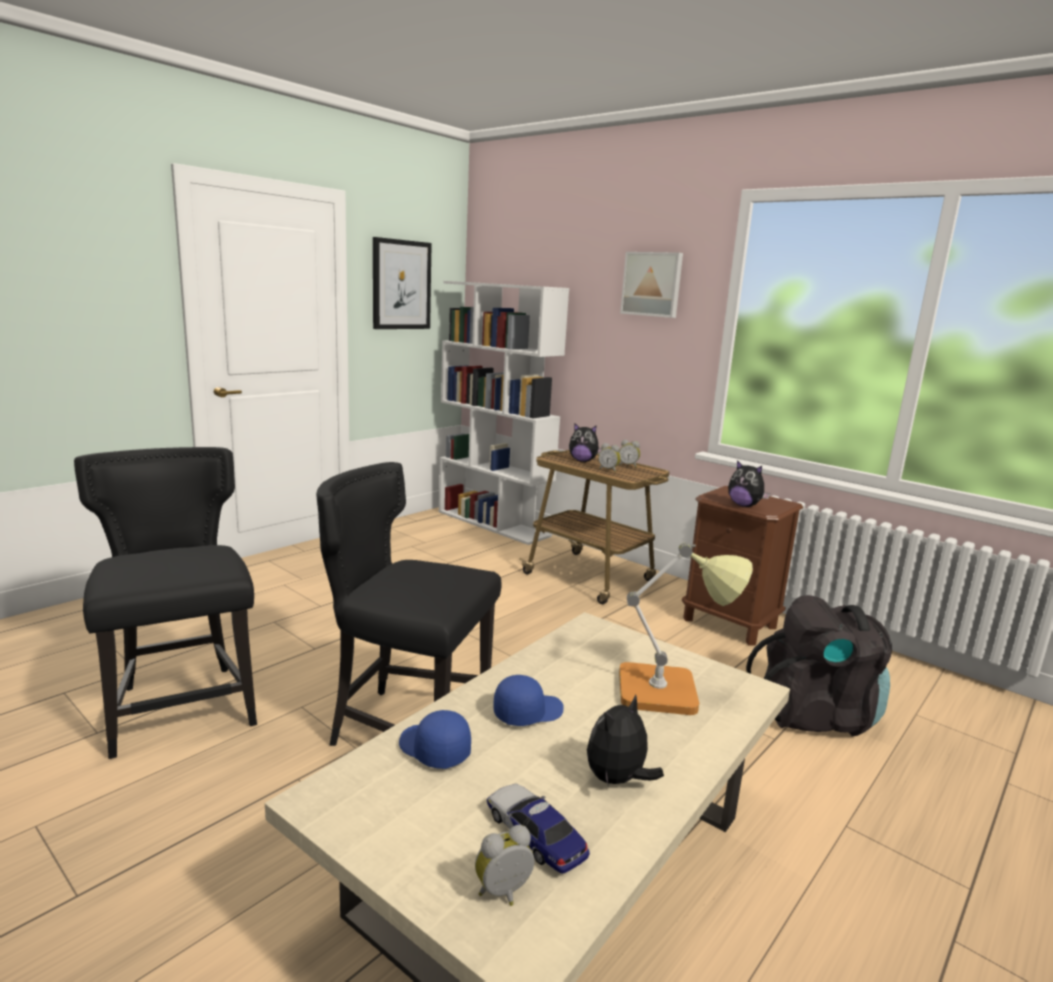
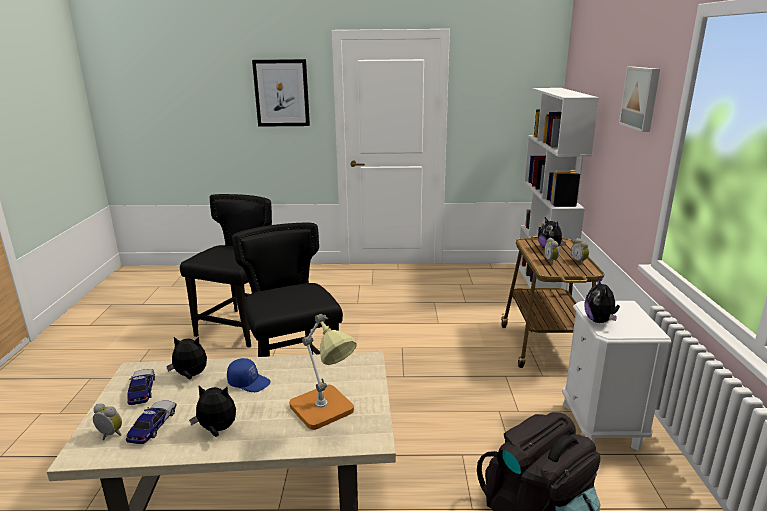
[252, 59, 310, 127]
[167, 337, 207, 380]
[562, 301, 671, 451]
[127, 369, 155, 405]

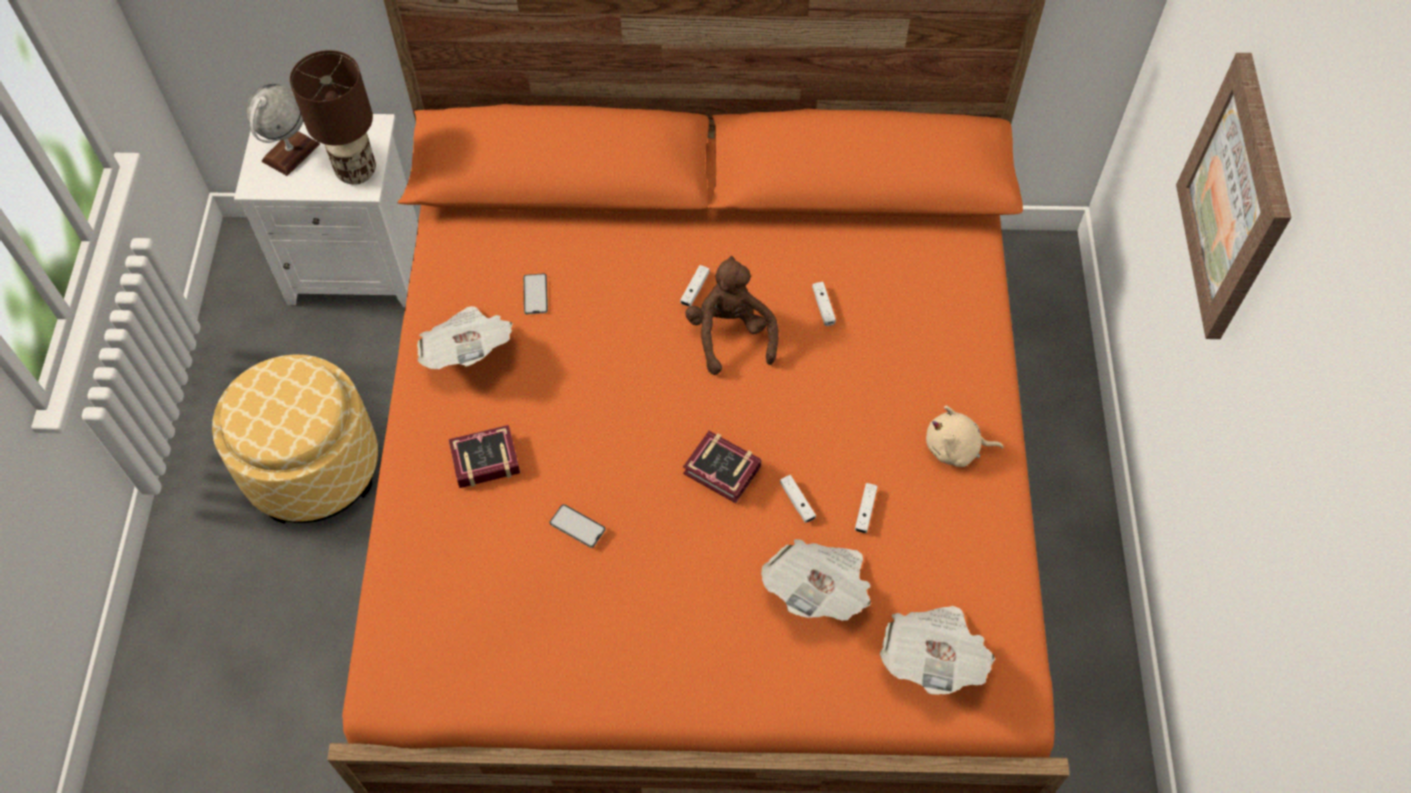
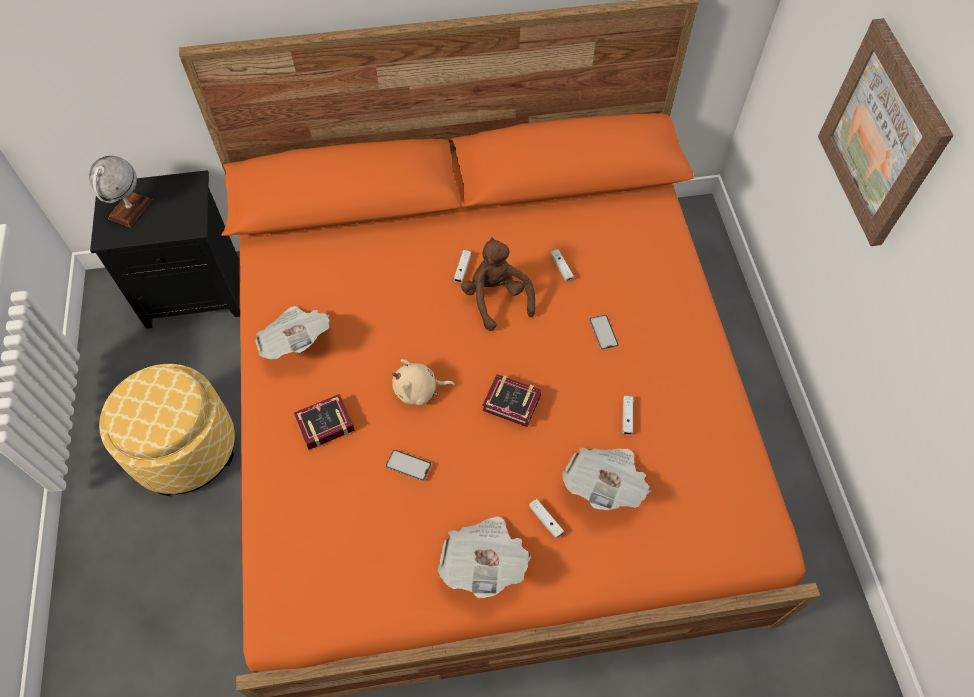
[90, 170, 240, 329]
[290, 50, 376, 185] (first image)
[589, 315, 618, 350]
[529, 499, 564, 538]
[438, 516, 531, 598]
[392, 359, 455, 406]

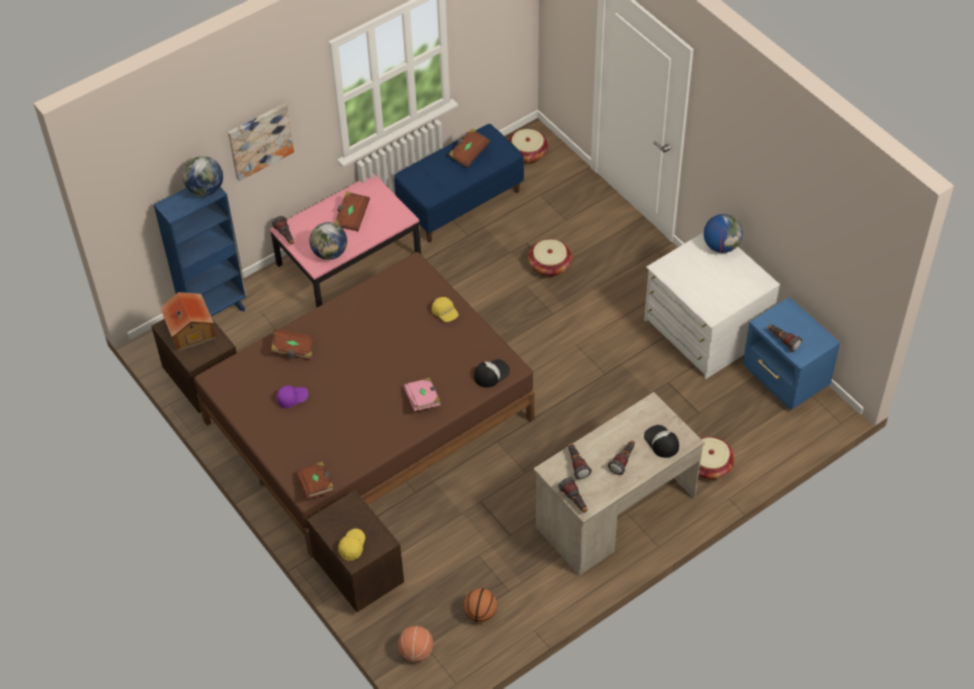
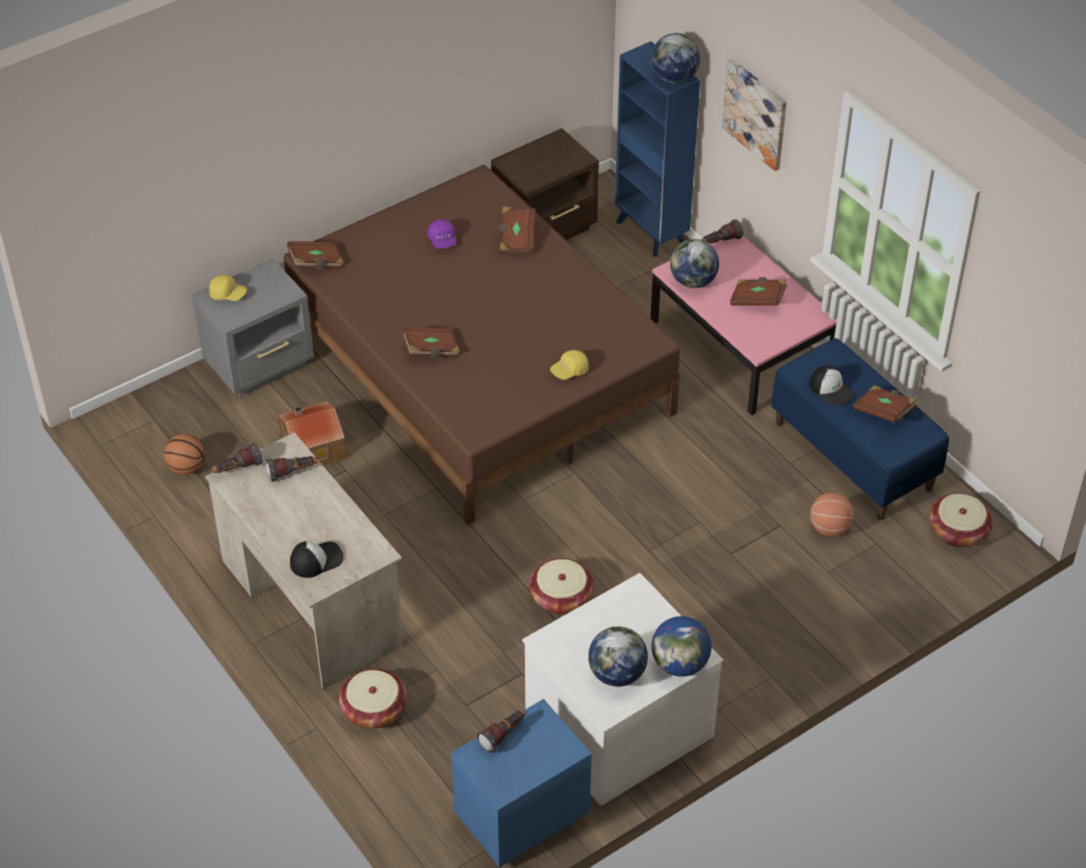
[278, 401, 346, 465]
[192, 258, 314, 396]
[810, 493, 853, 536]
[401, 327, 460, 359]
[809, 365, 855, 406]
[529, 558, 594, 614]
[608, 440, 635, 475] (first image)
[588, 626, 648, 687]

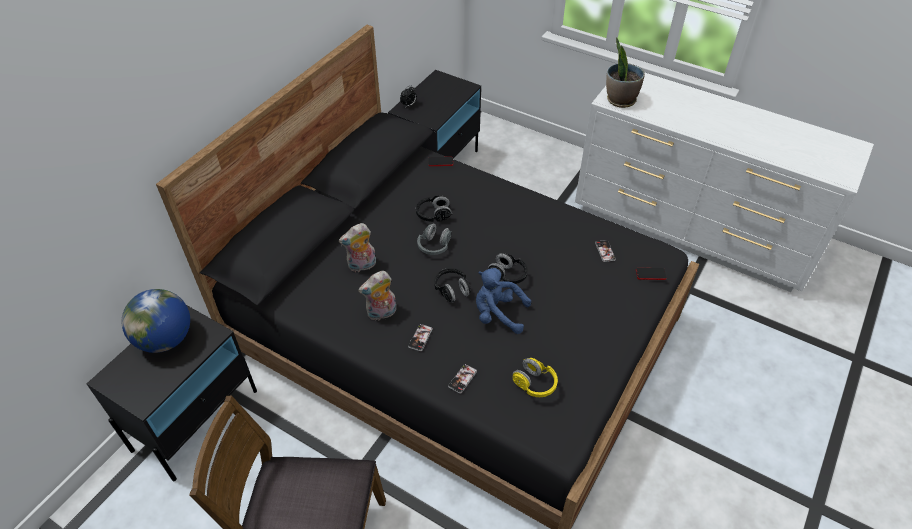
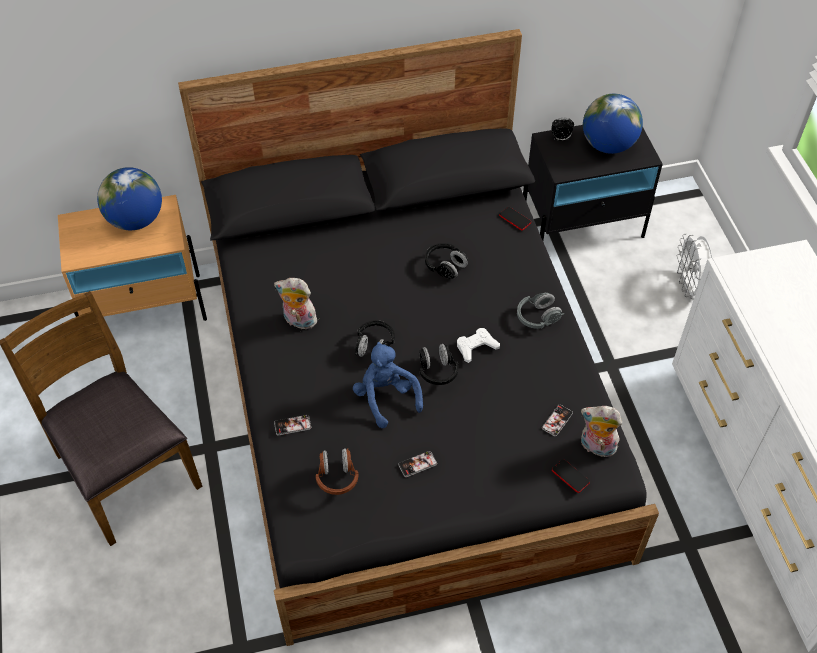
[58, 195, 207, 321]
[581, 406, 622, 457]
[398, 451, 437, 477]
[517, 293, 564, 329]
[316, 448, 359, 495]
[606, 37, 645, 108] (first image)
[457, 328, 500, 363]
[583, 94, 643, 154]
[677, 234, 712, 299]

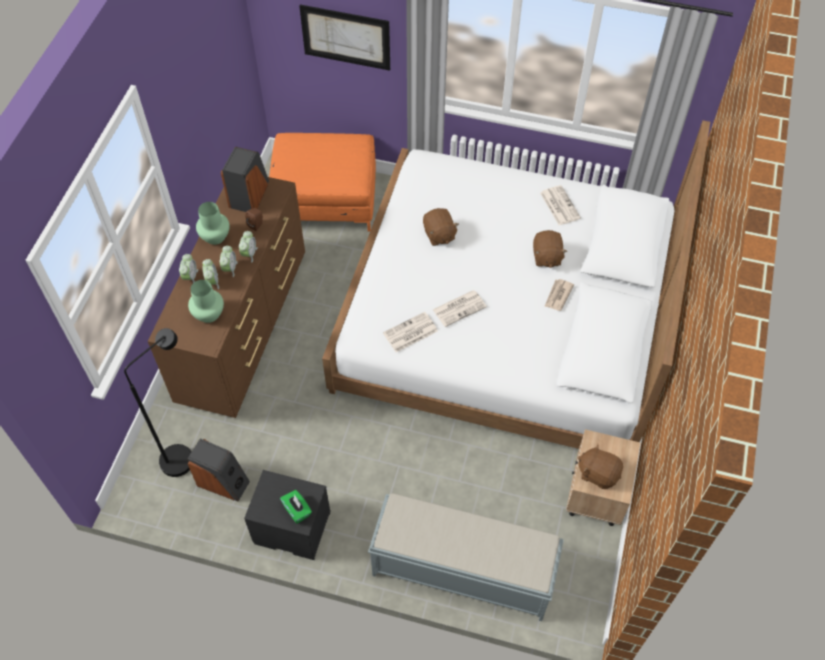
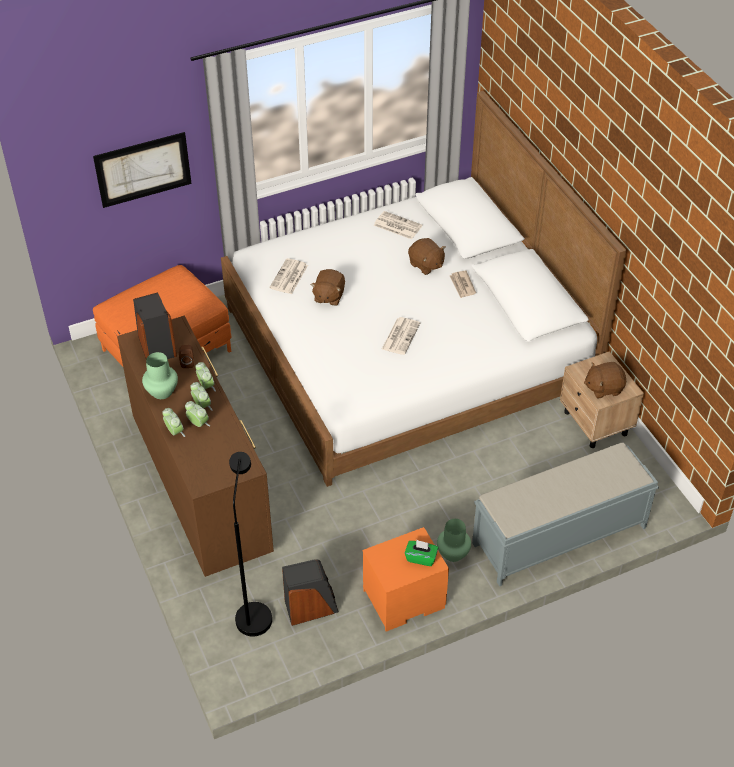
[437, 519, 471, 562]
[363, 527, 449, 631]
[269, 258, 308, 294]
[310, 269, 345, 306]

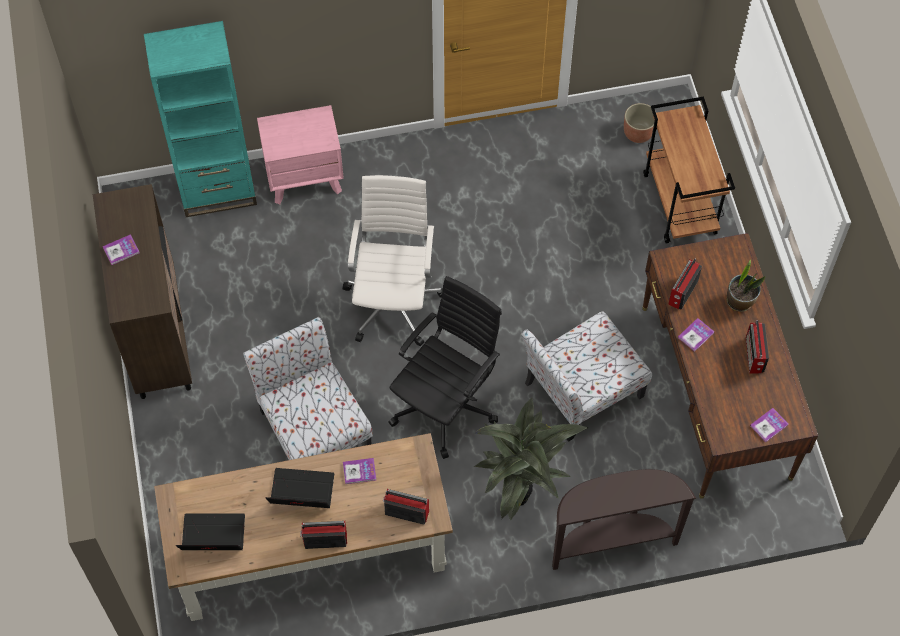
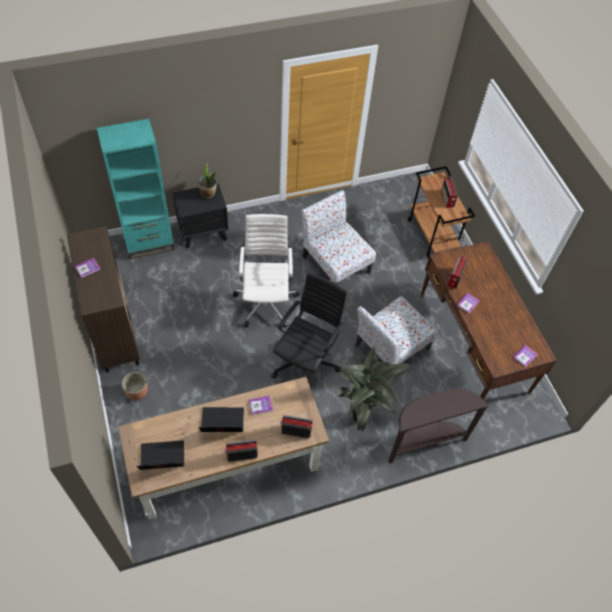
[301, 190, 376, 284]
[172, 183, 228, 249]
[122, 372, 148, 401]
[198, 163, 216, 198]
[441, 176, 458, 208]

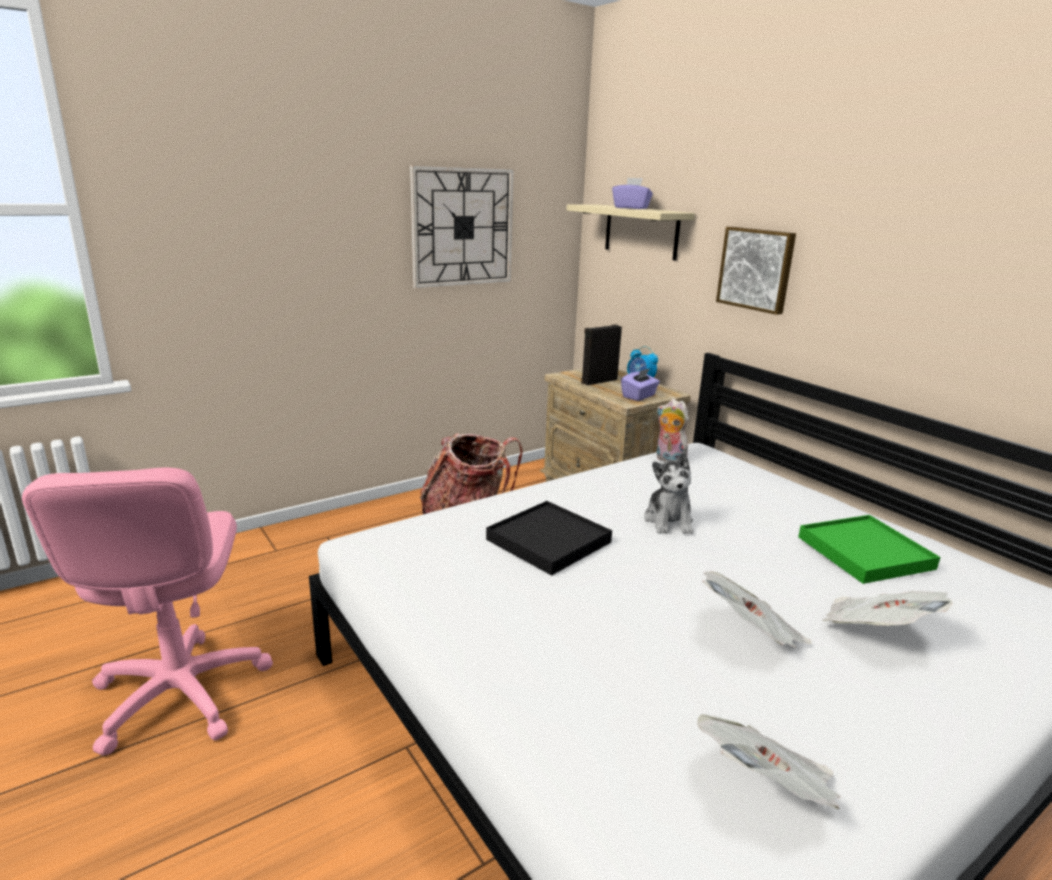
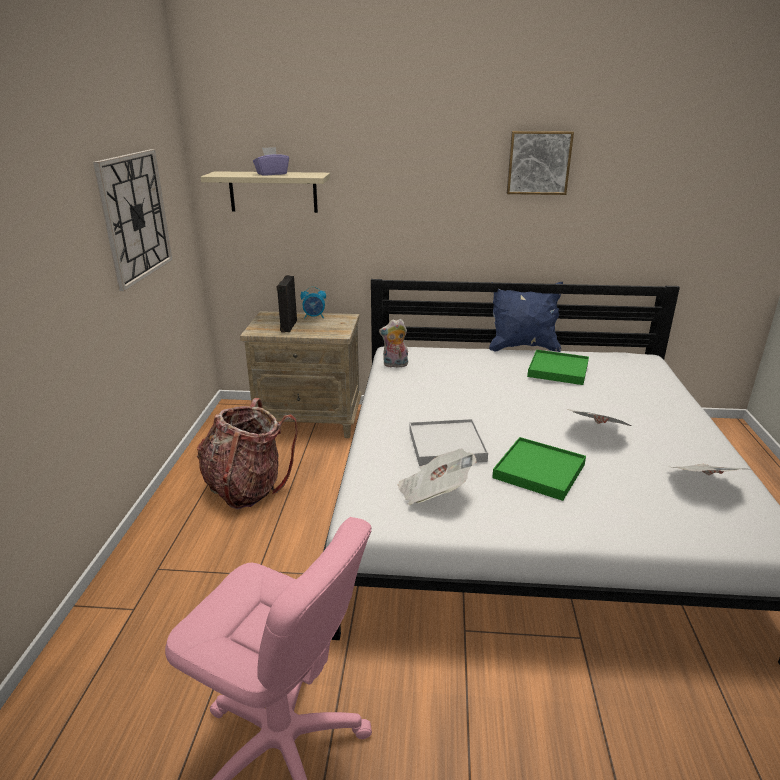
[409, 419, 488, 466]
[621, 368, 660, 401] (first image)
[644, 452, 694, 534] (first image)
[507, 131, 574, 195]
[398, 449, 476, 505]
[489, 282, 563, 352]
[492, 437, 586, 501]

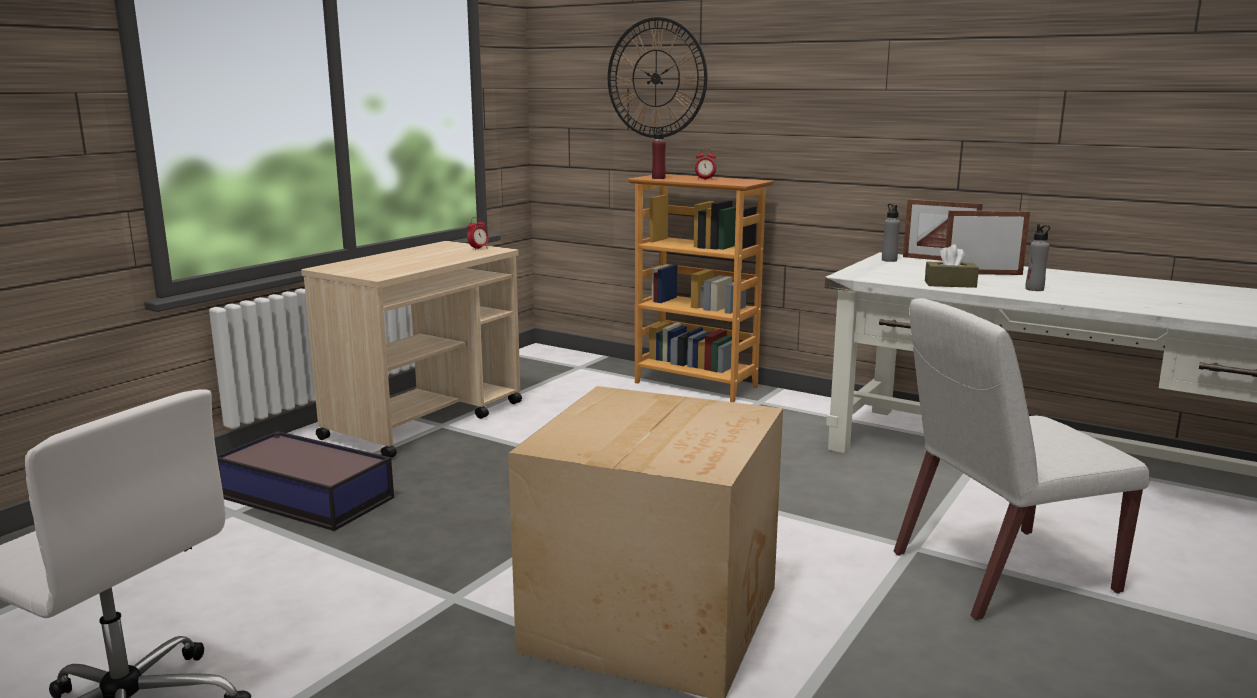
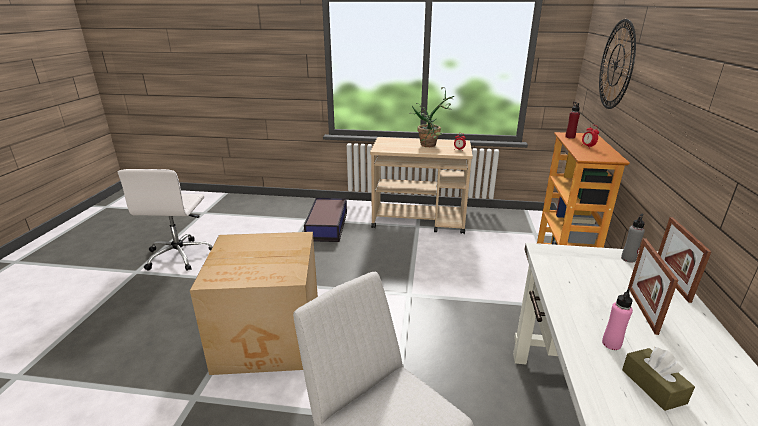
[622, 347, 695, 411]
[628, 238, 678, 335]
[602, 289, 633, 350]
[409, 87, 454, 147]

